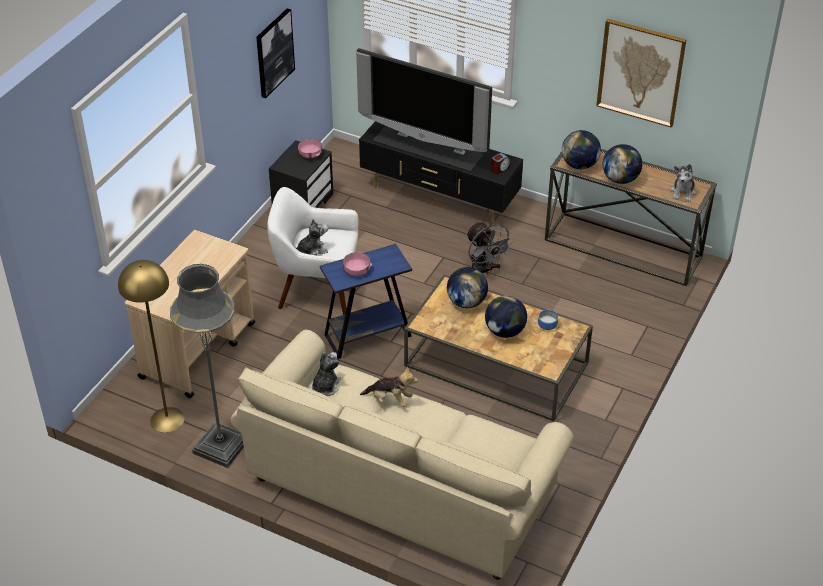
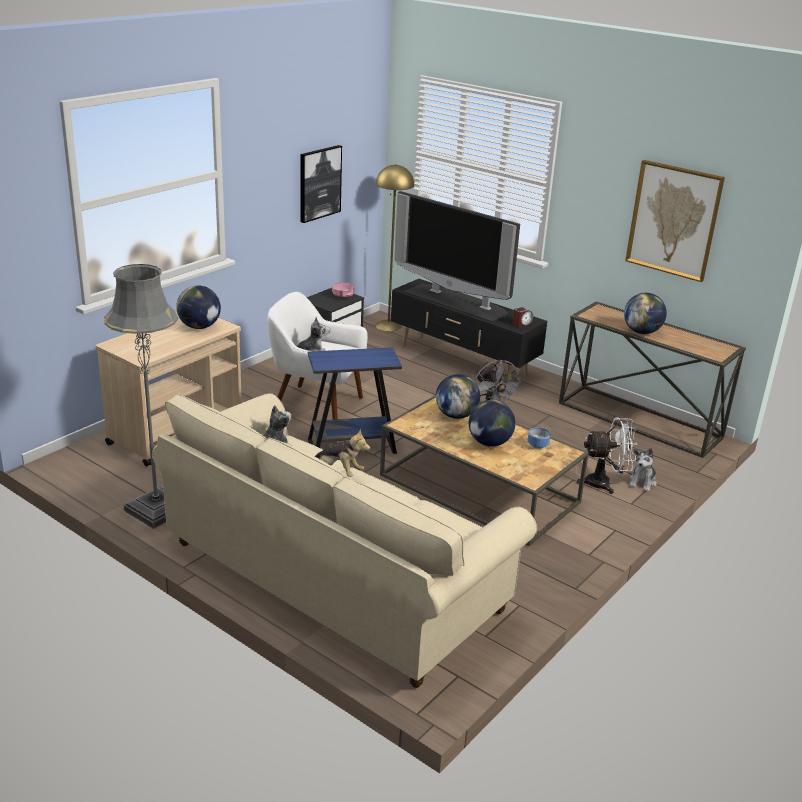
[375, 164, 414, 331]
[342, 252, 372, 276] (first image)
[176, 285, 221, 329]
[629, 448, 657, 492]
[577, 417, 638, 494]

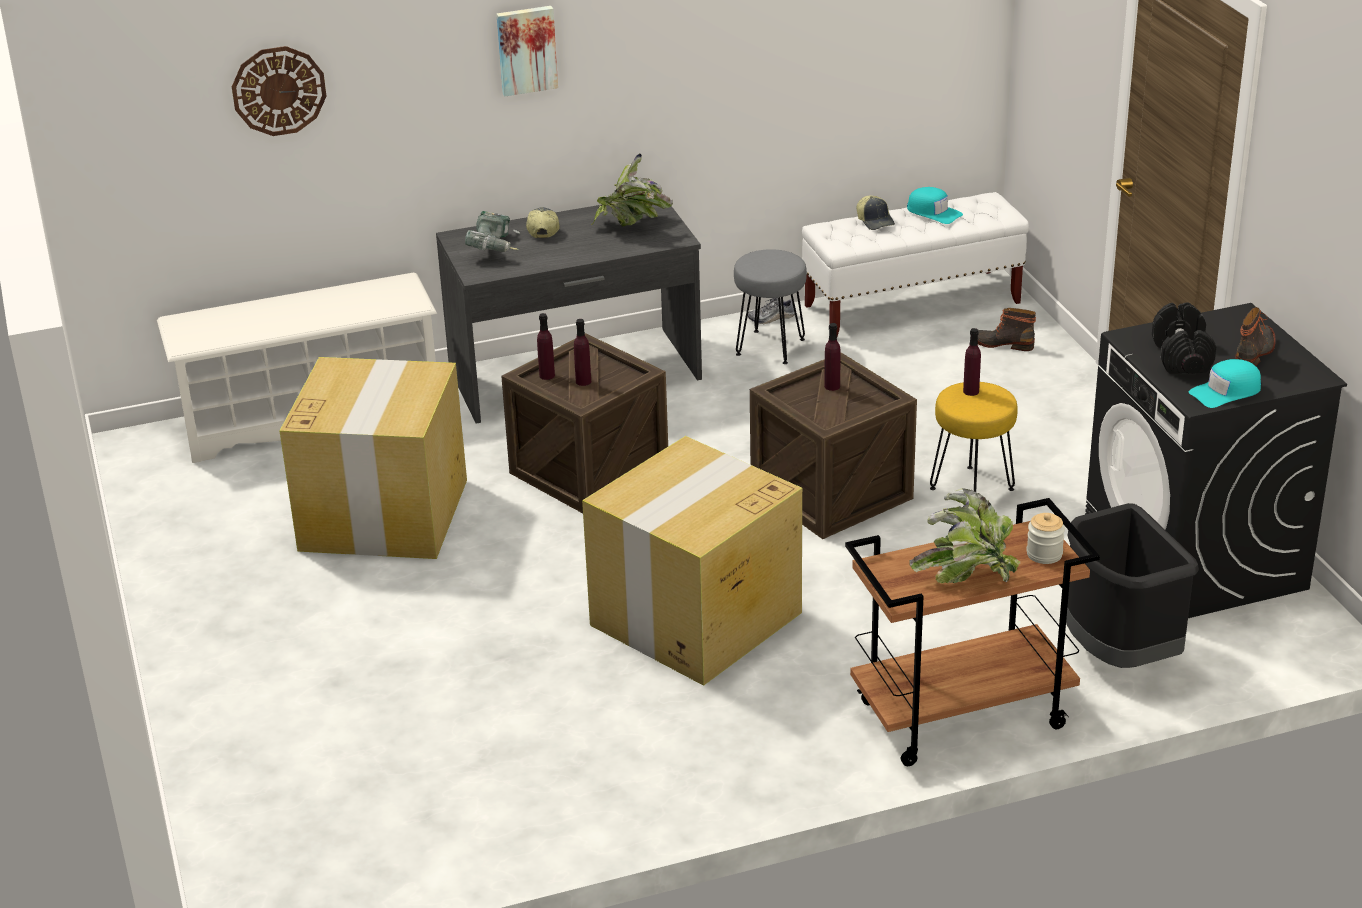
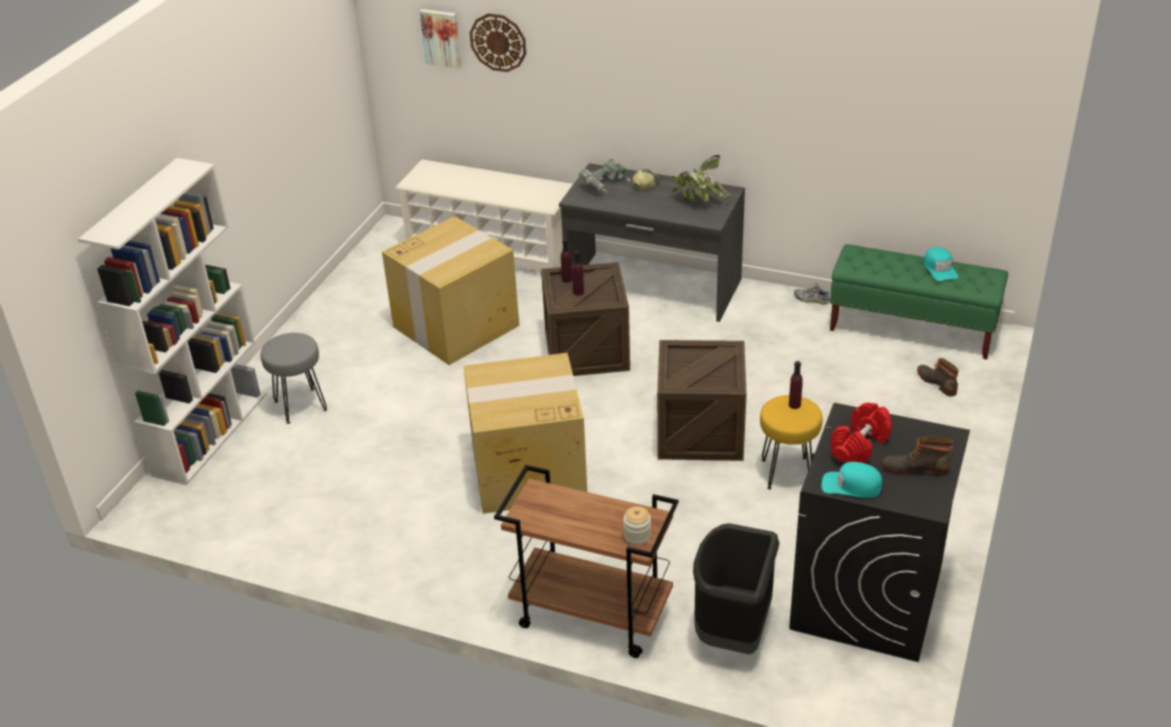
[420, 9, 461, 69]
[261, 333, 327, 424]
[829, 244, 1008, 360]
[824, 323, 841, 391] (first image)
[857, 195, 895, 230] (first image)
[909, 488, 1020, 584] (first image)
[830, 402, 892, 463]
[883, 436, 954, 476]
[78, 158, 267, 485]

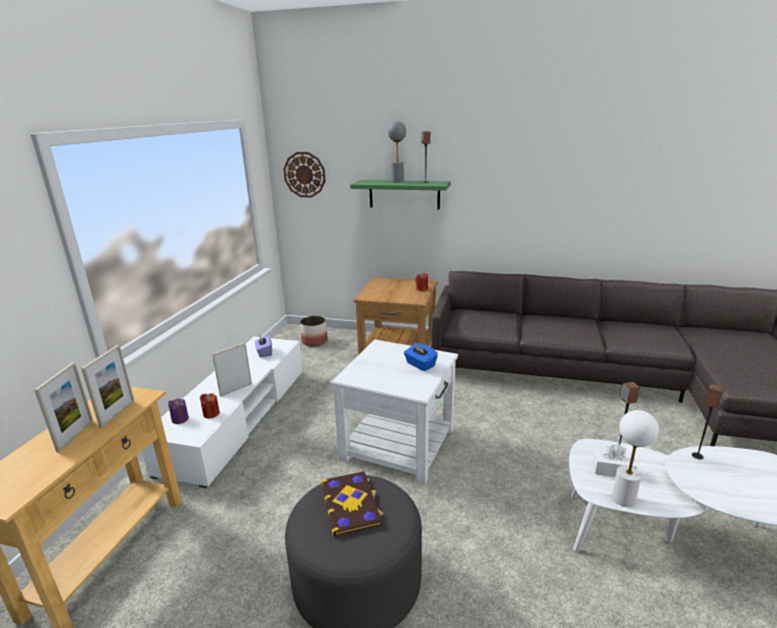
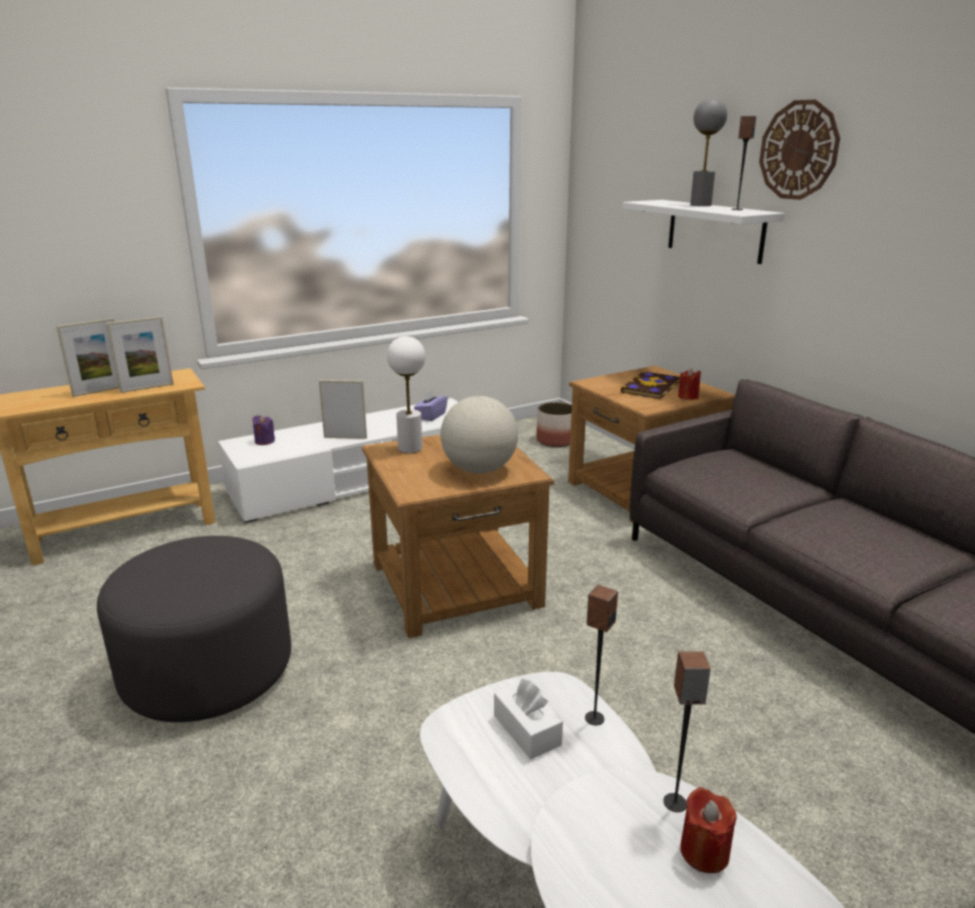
[680, 787, 737, 873]
[759, 100, 840, 200]
[620, 371, 680, 399]
[362, 435, 554, 638]
[623, 200, 785, 264]
[441, 396, 518, 474]
[387, 336, 425, 453]

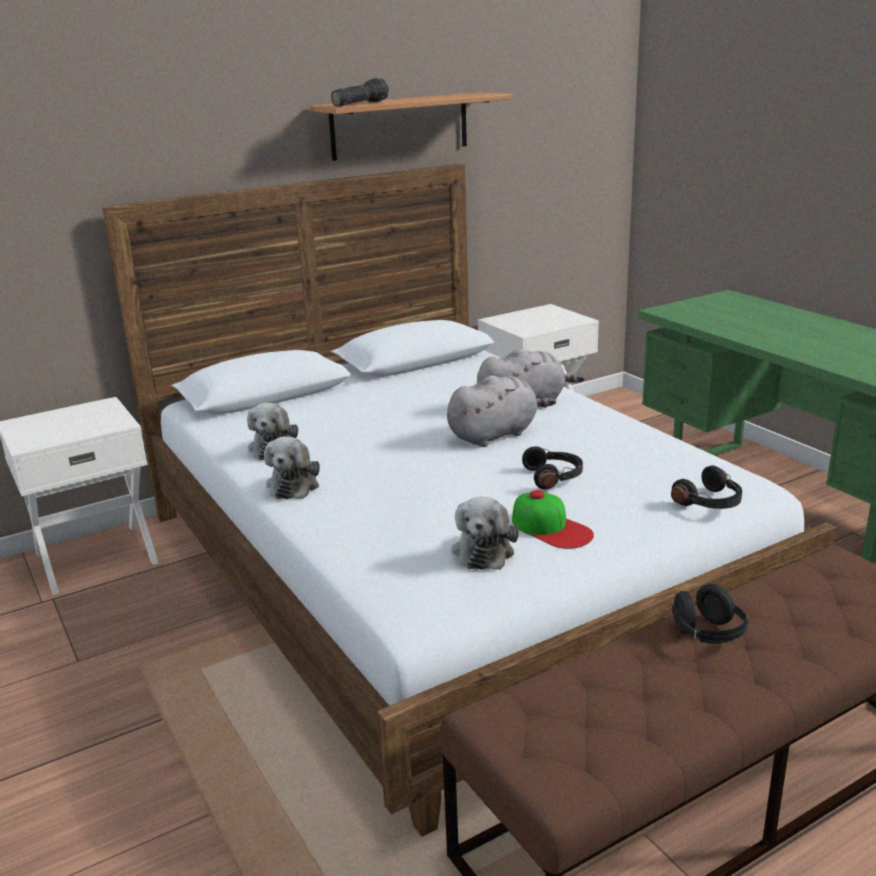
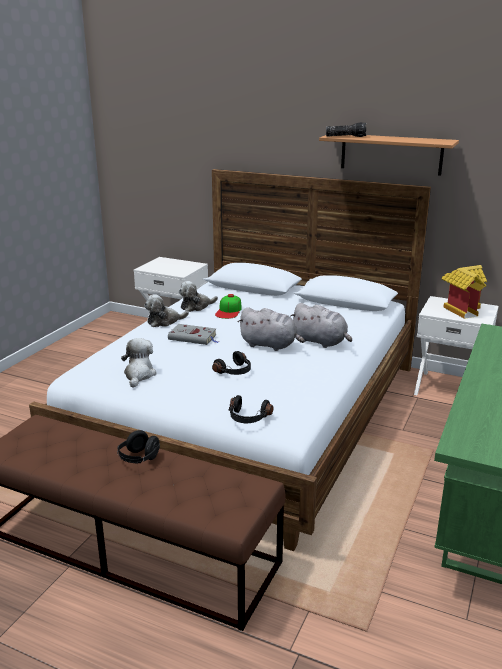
[121, 338, 157, 388]
[215, 294, 242, 319]
[168, 324, 218, 345]
[441, 265, 487, 319]

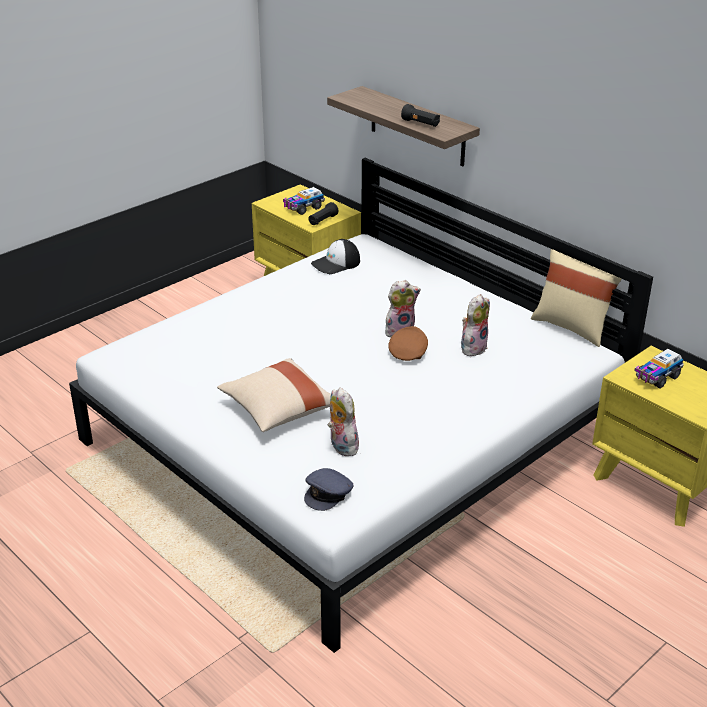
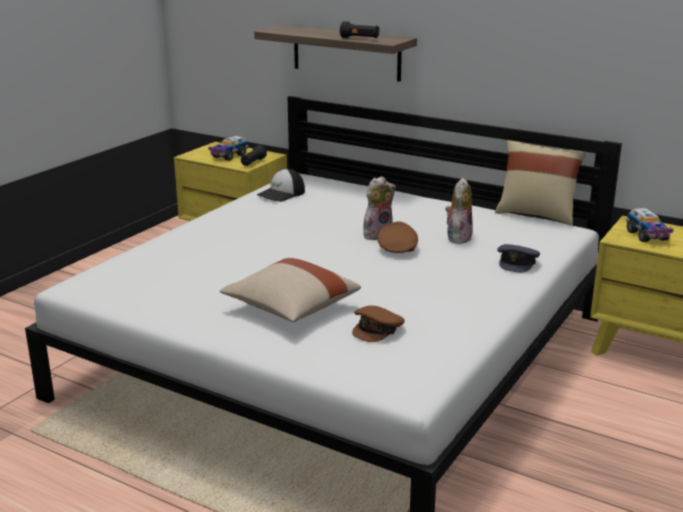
[497, 244, 540, 273]
[352, 305, 405, 342]
[626, 208, 674, 242]

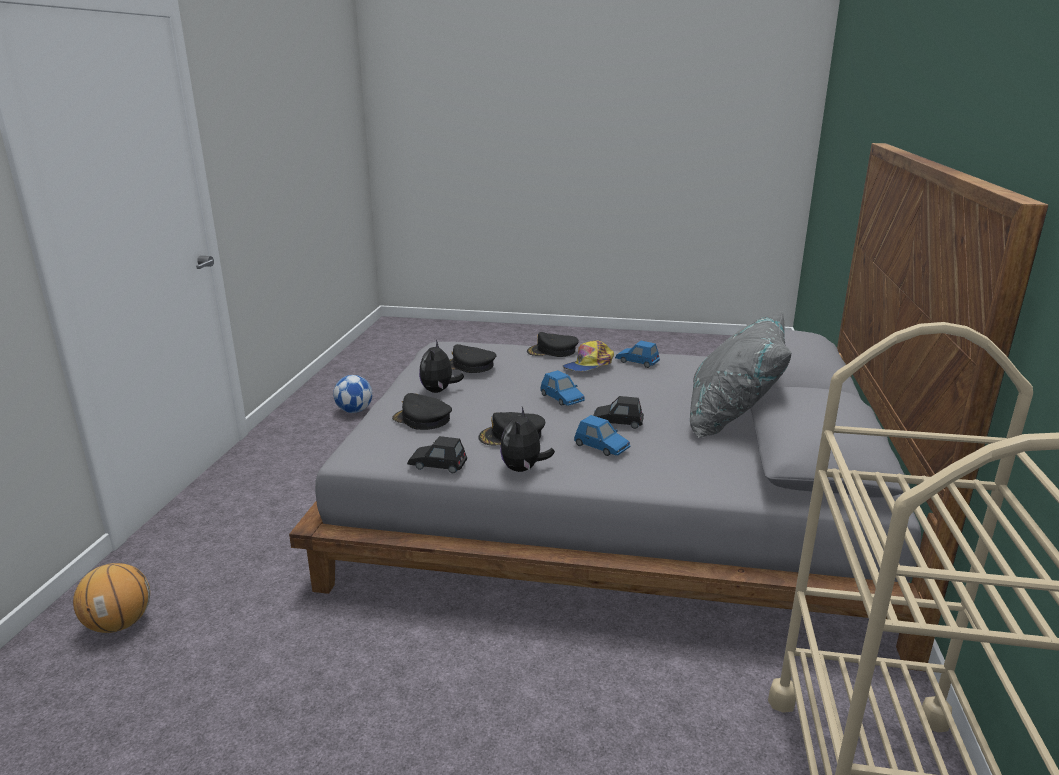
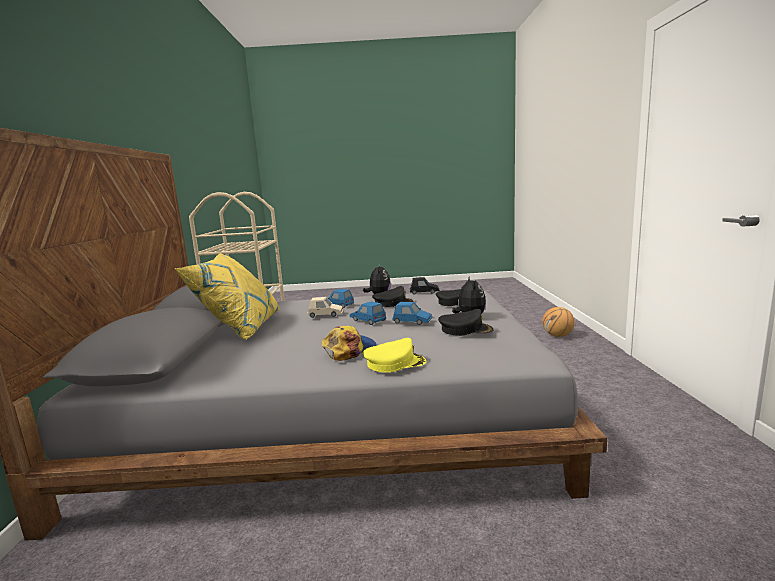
[333, 375, 372, 413] (first image)
[363, 338, 426, 373]
[307, 297, 344, 318]
[392, 302, 433, 325]
[174, 253, 279, 340]

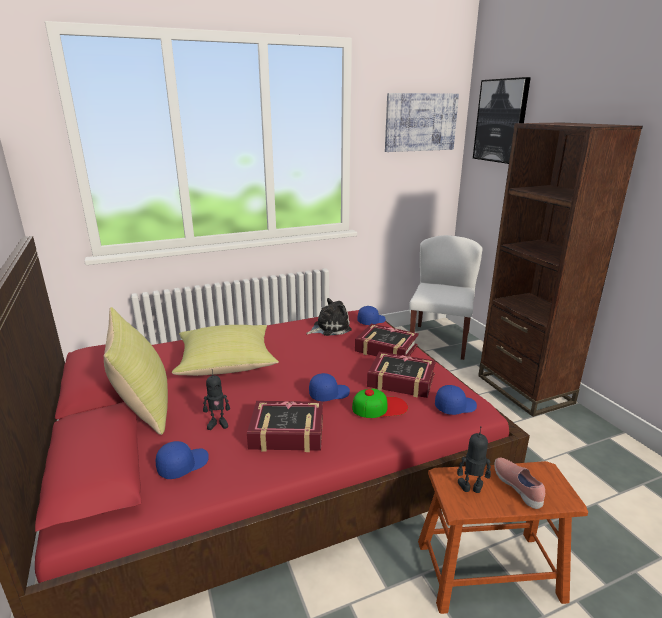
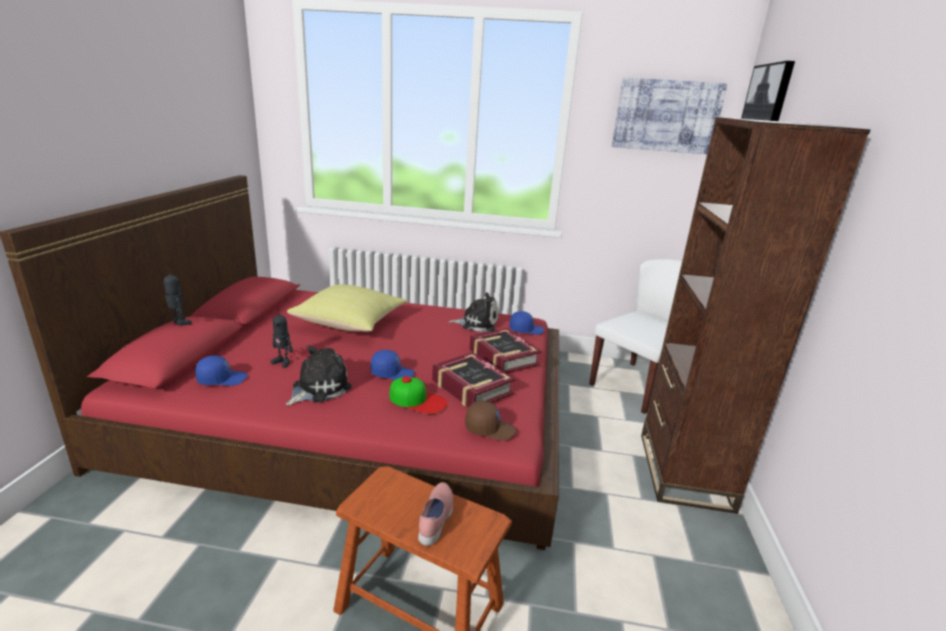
[104, 307, 168, 435] (first image)
[286, 345, 352, 406]
[465, 401, 516, 440]
[164, 268, 191, 326]

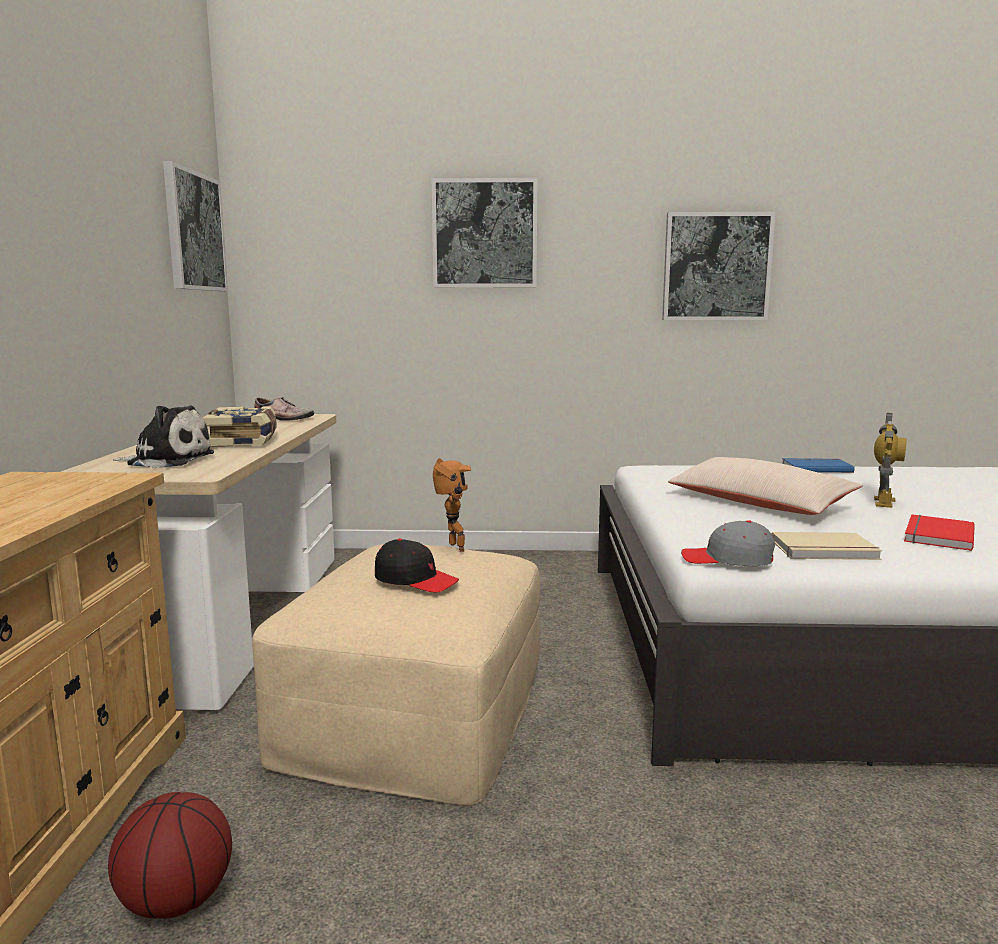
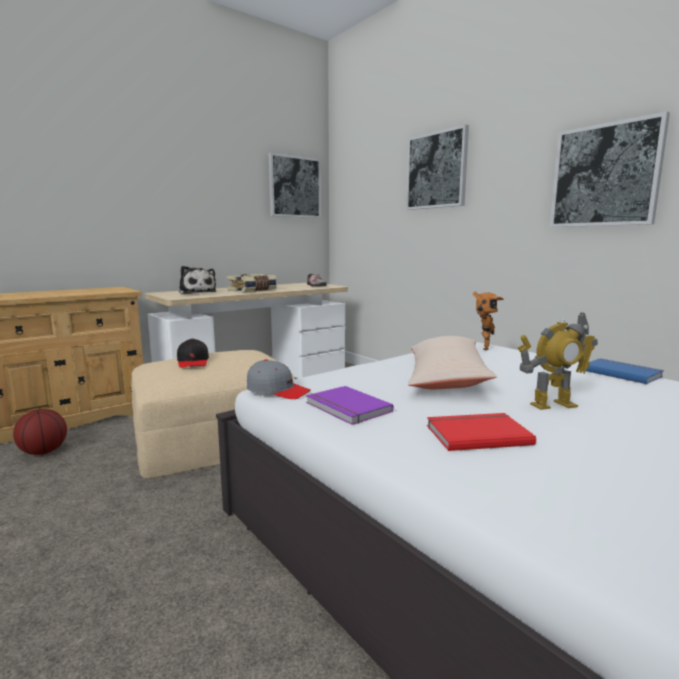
[473, 292, 504, 350]
[247, 359, 311, 399]
[306, 386, 394, 425]

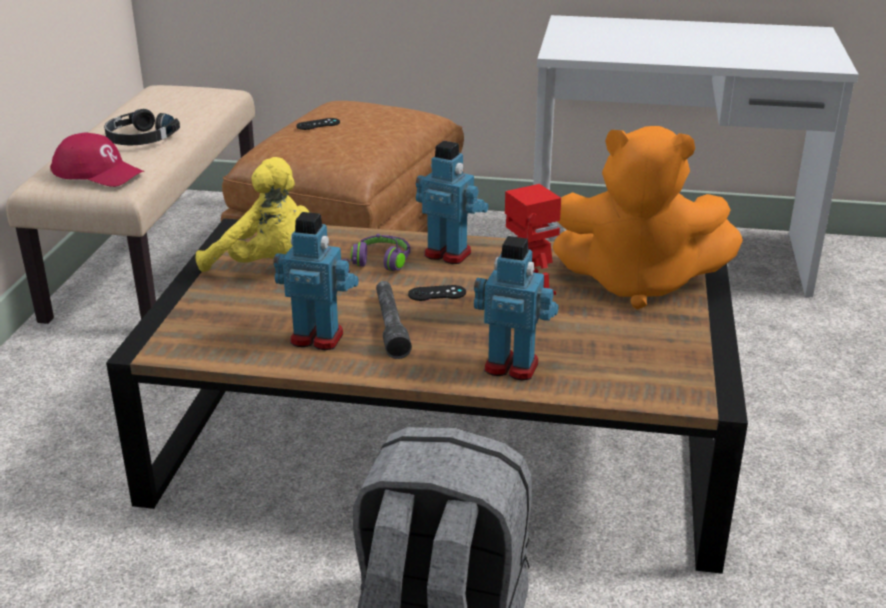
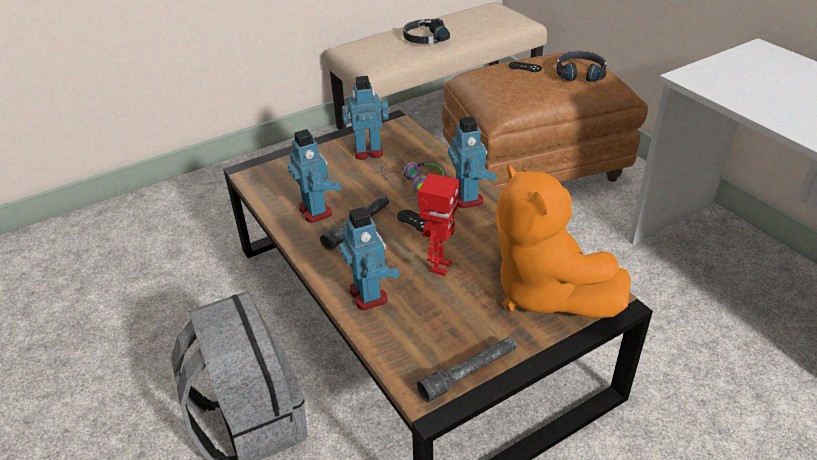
[50, 133, 145, 187] (first image)
[342, 76, 389, 160]
[417, 337, 516, 403]
[557, 51, 607, 82]

